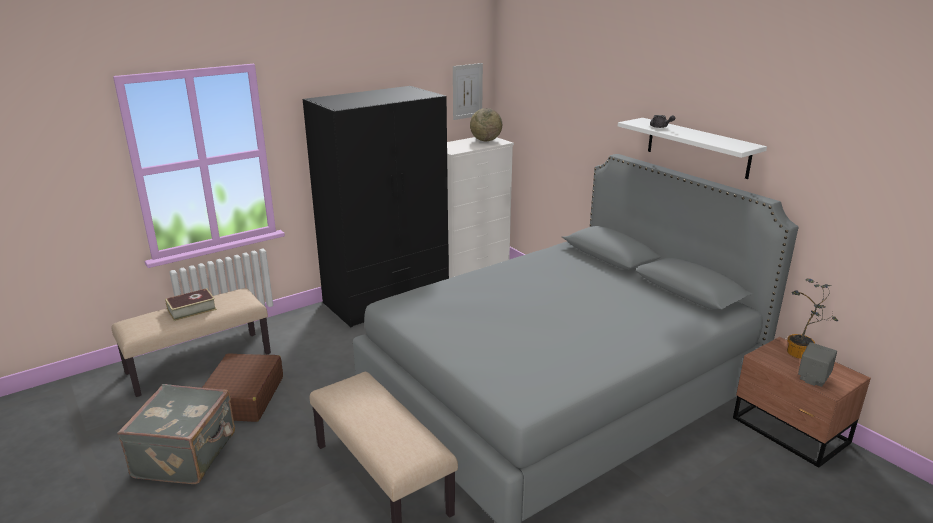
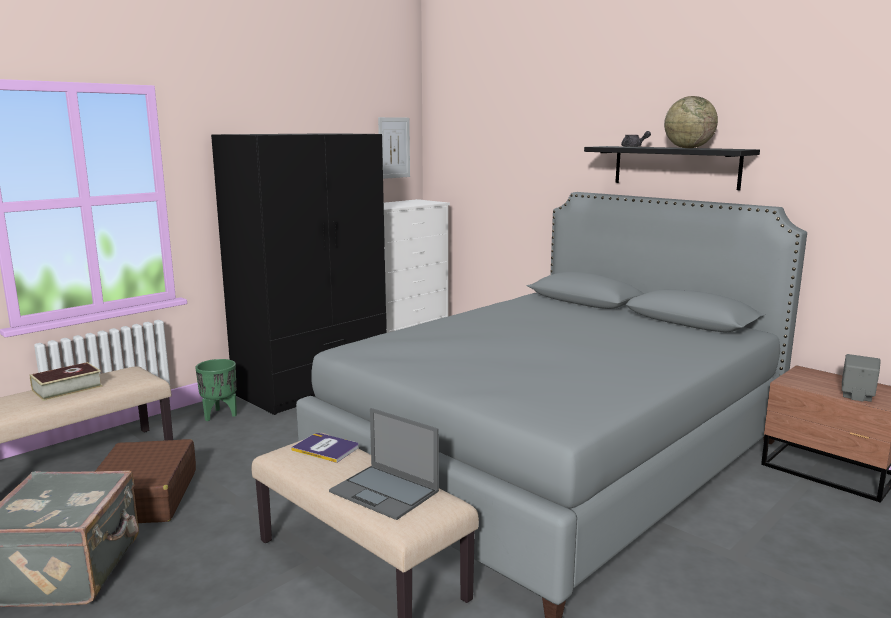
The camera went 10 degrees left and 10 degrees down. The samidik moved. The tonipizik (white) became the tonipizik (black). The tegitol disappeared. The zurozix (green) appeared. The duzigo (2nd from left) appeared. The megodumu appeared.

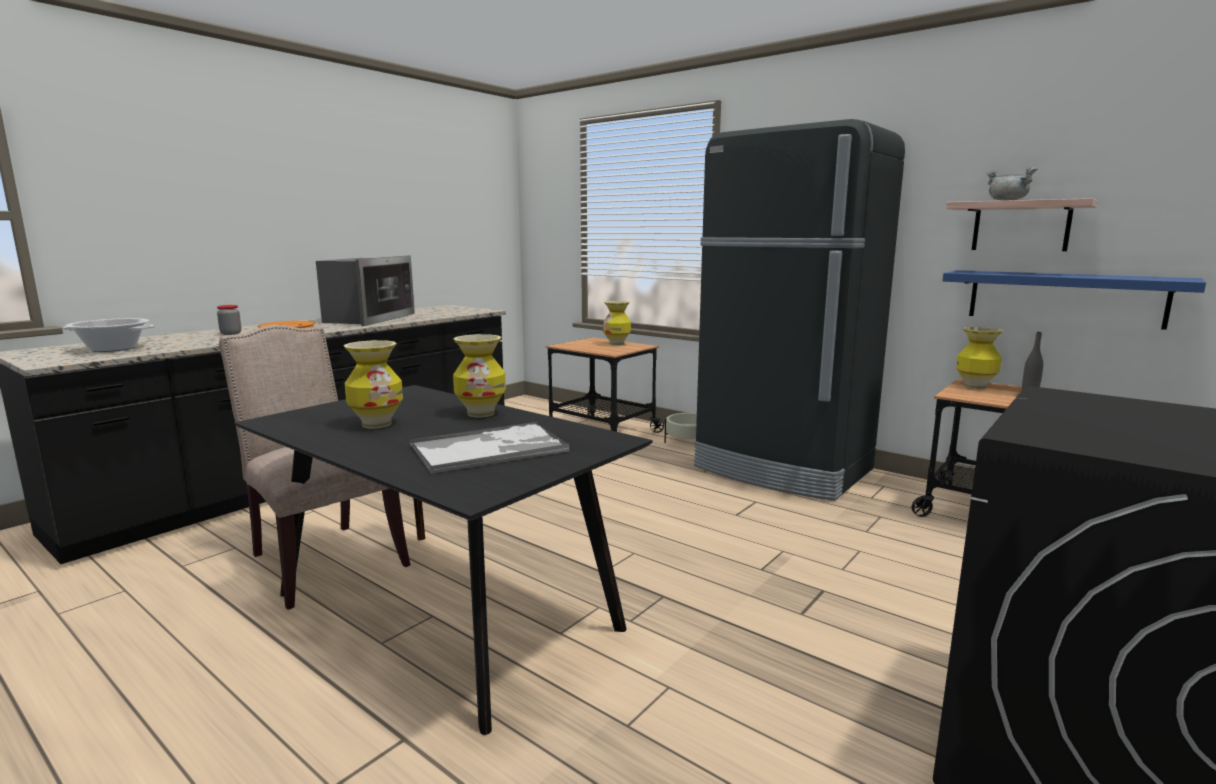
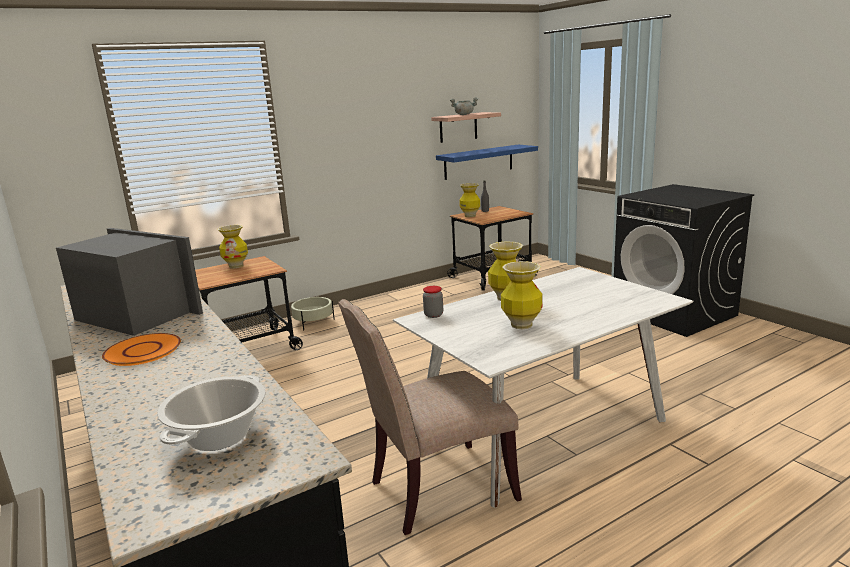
The camera went 70 degrees left and 5 degrees up. The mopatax moved. The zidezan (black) became the zidezan (white). The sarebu disappeared. The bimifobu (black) disappeared.

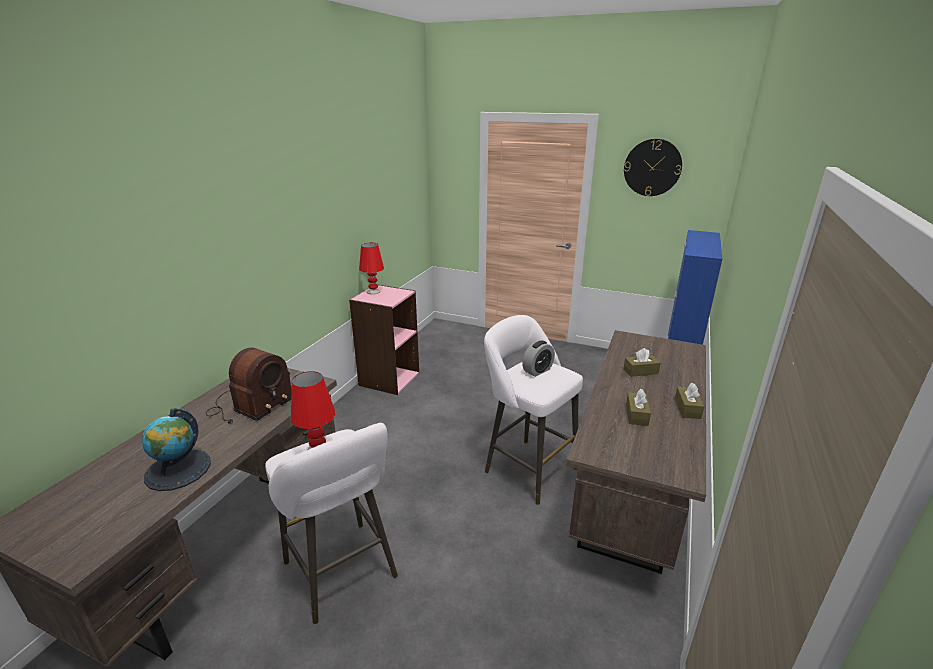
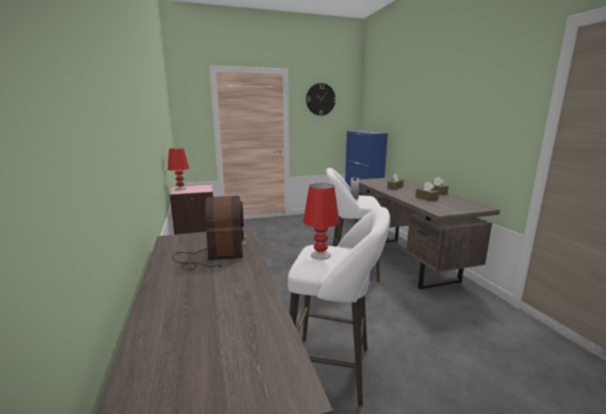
The camera went 40 degrees left and 10 degrees down. The samidik disappeared.

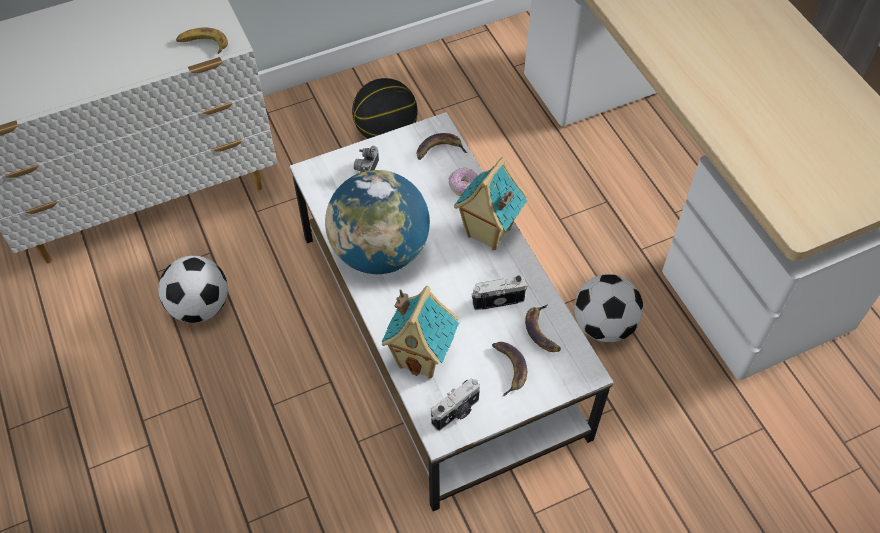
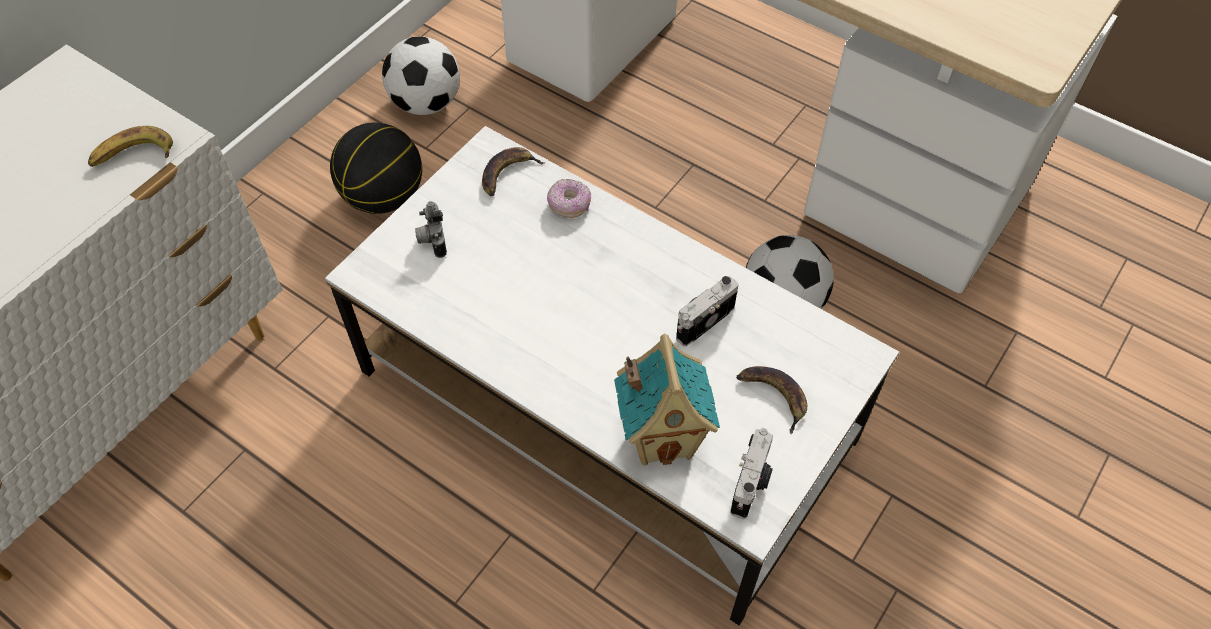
The camera went 30 degrees left and 0 degrees up. The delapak (1st from left) moved. The samidik disappeared. The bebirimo (2nd from left) disappeared. The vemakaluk (4th from left) disappeared.

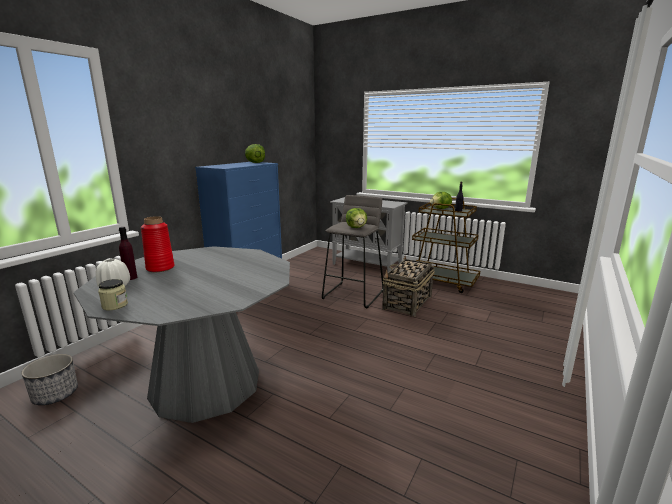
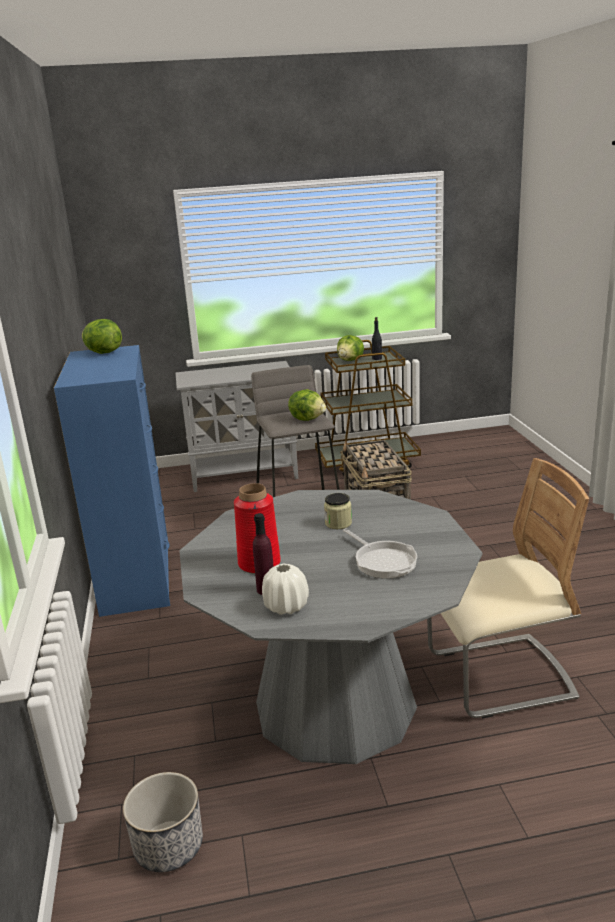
The camera went 40 degrees left and 5 degrees up. The mopatax moved. The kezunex appeared. The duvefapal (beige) appeared.

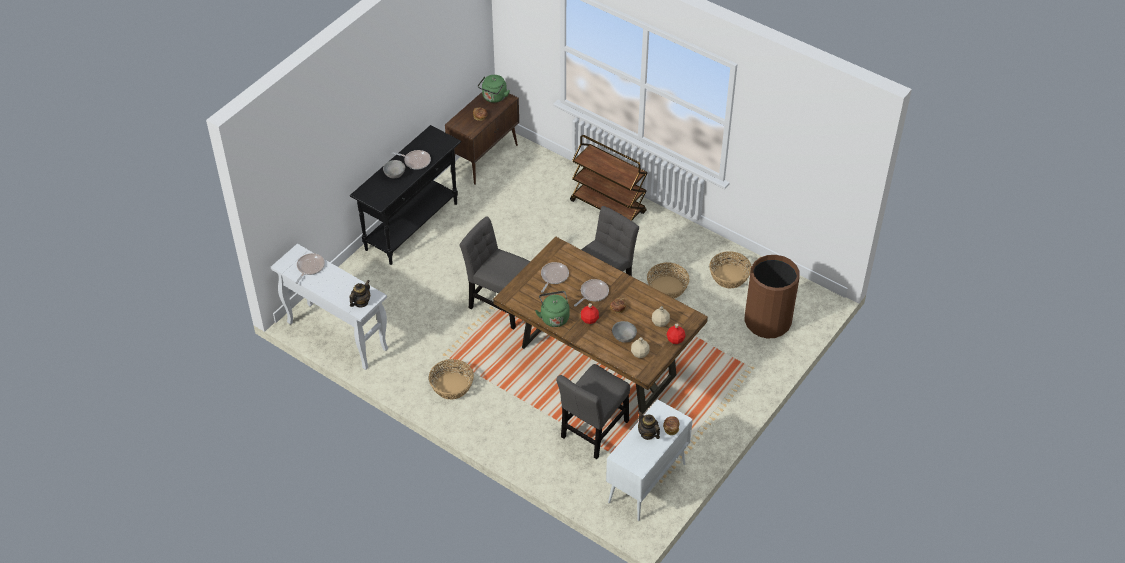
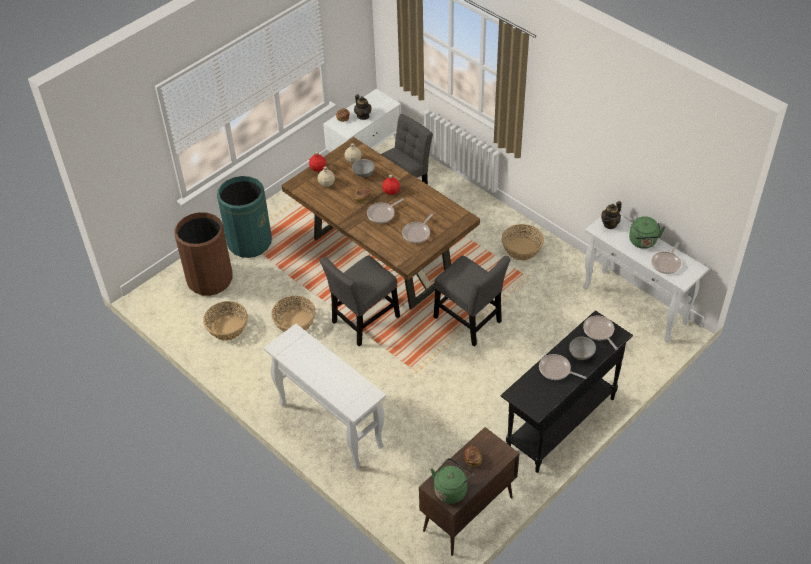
The camera went 170 degrees left and 0 degrees up. The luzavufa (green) (2nd from left) moved. The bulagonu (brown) was replaced by the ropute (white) (1st from left). The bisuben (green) appeared. The kezunex (4th from left) appeared.

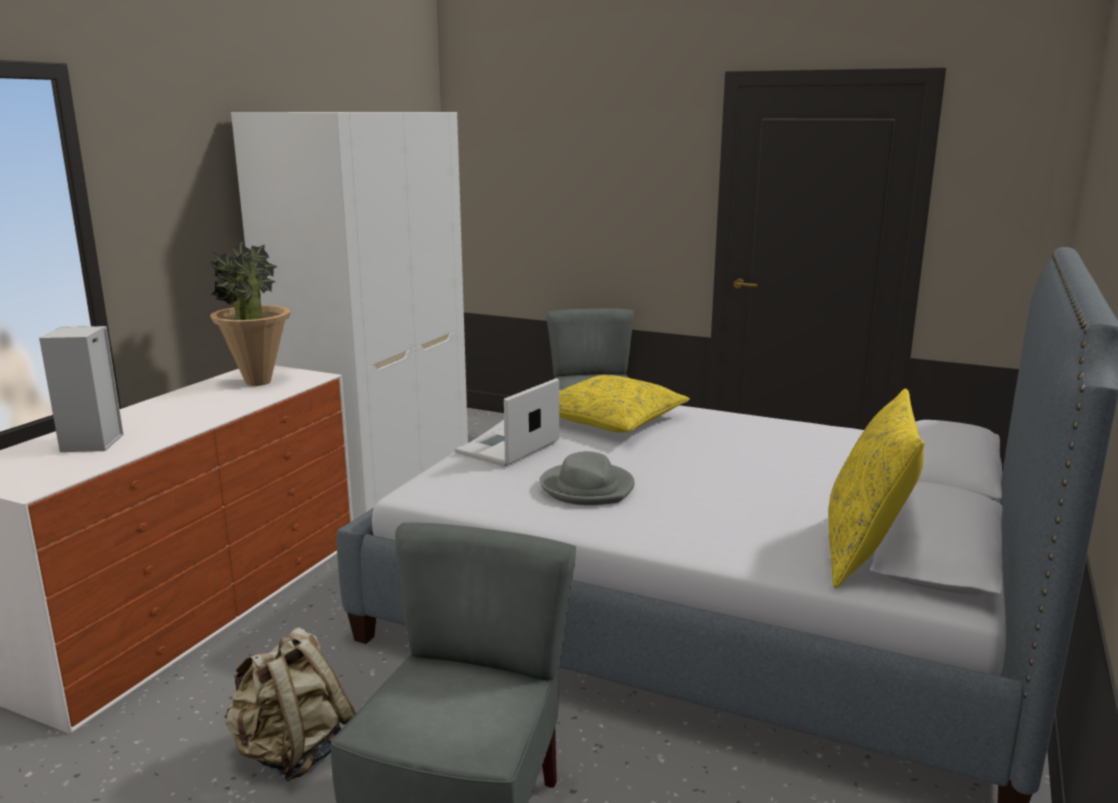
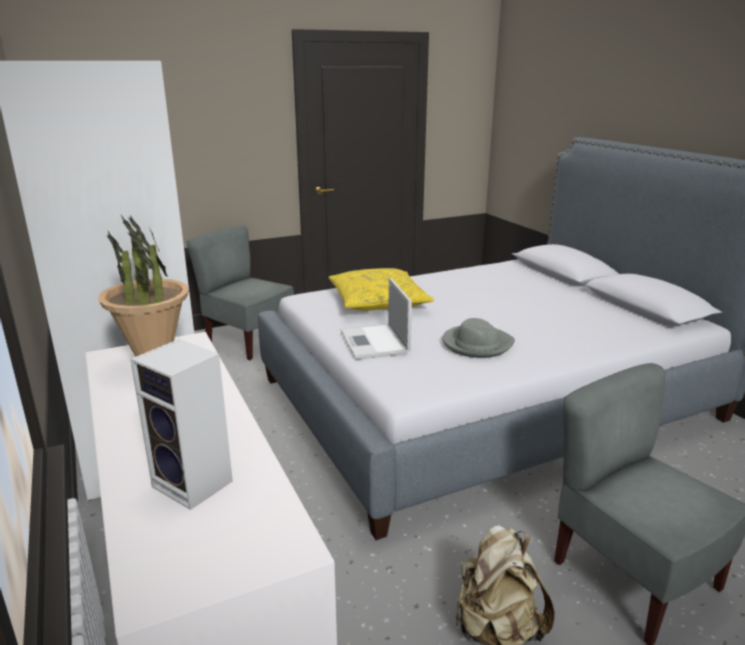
The camera went 50 degrees left and 5 degrees up. The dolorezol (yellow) (2nd from left) disappeared.

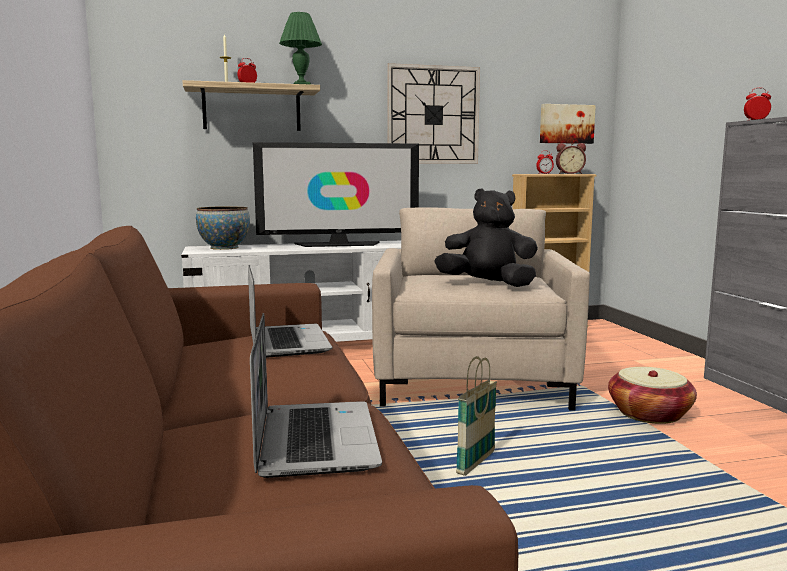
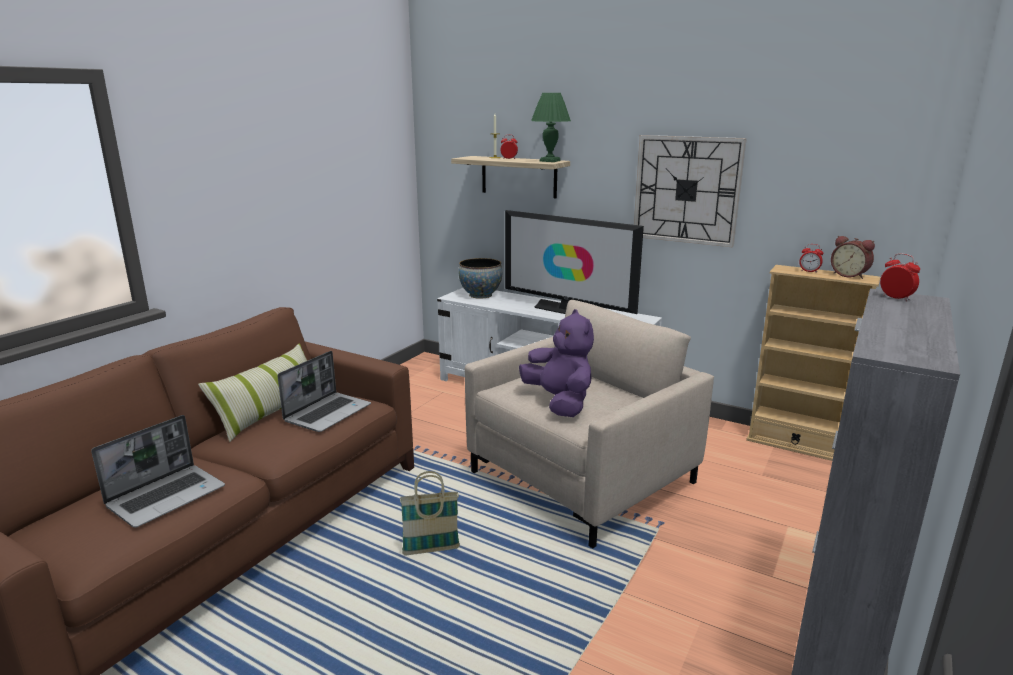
The camera went 45 degrees right and 10 degrees up. The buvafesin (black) became the buvafesin (purple). The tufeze disappeared. The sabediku (2nd from left) disappeared. The dolorezol appeared.

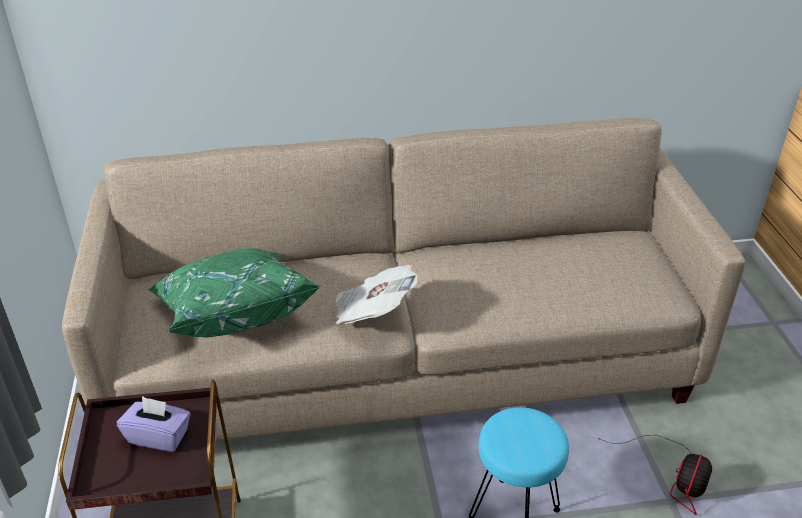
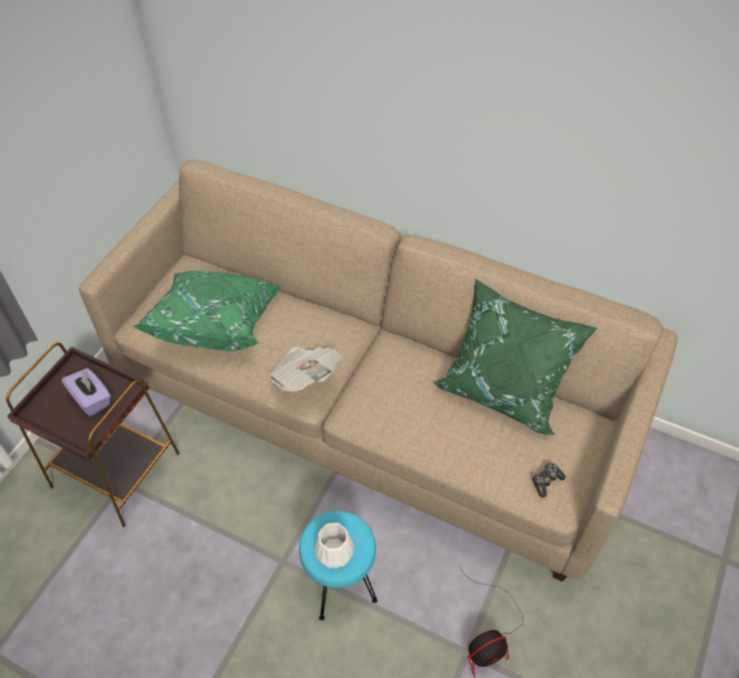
The camera went 35 degrees right and 15 degrees up. The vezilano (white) appeared. The dolorezol (green) (2nd from left) appeared. The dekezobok appeared.

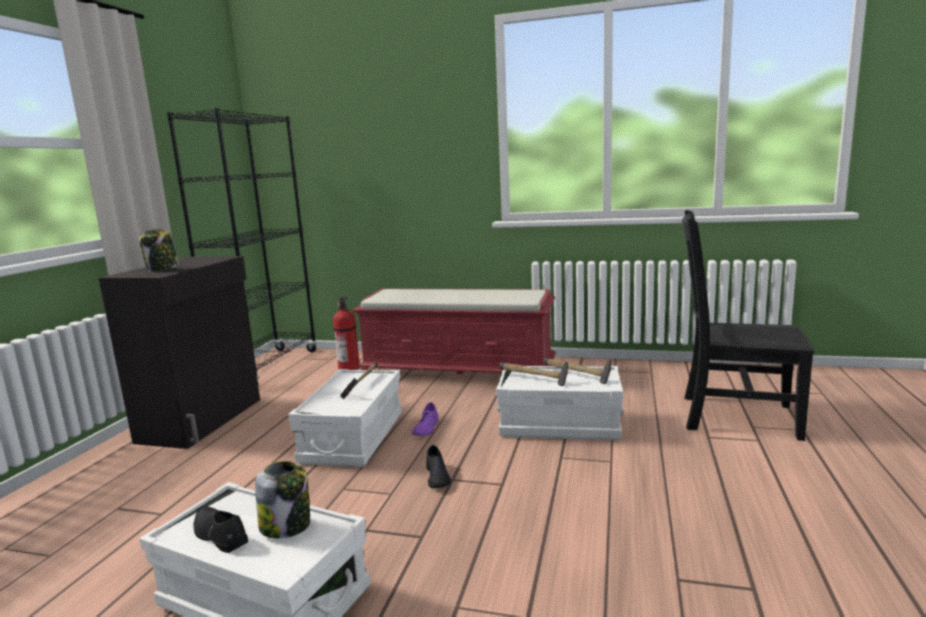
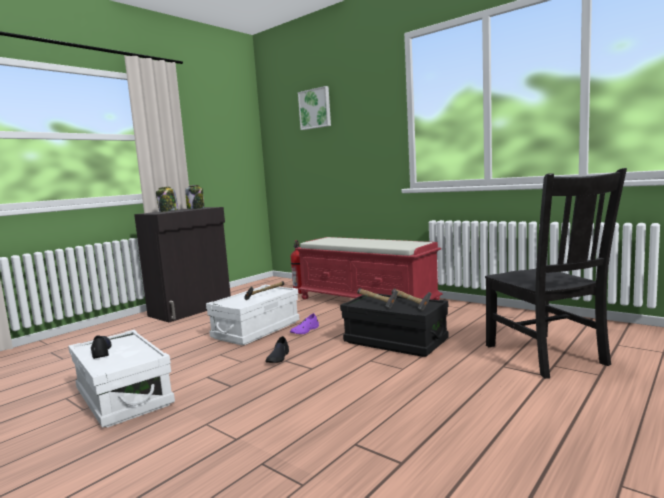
The camera went 25 degrees right and 5 degrees down. The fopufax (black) disappeared. The mopatax (2nd from left) moved. The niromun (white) (3rd from left) became the niromun (black). The duvefapal (black) turned 150 degrees counterclockwise. The tufeze appeared.

